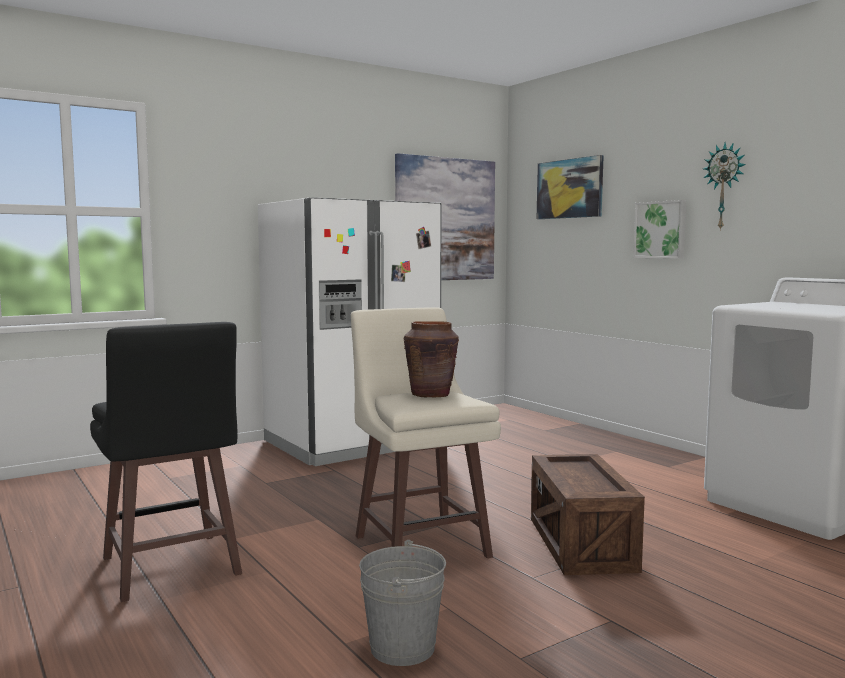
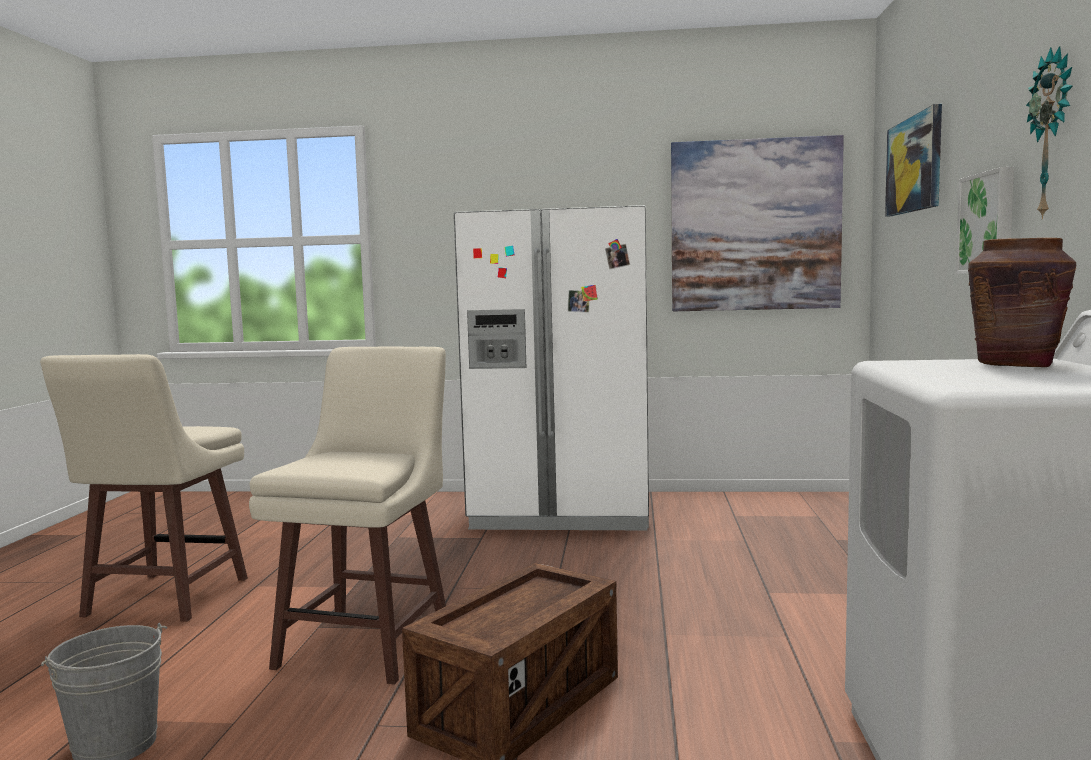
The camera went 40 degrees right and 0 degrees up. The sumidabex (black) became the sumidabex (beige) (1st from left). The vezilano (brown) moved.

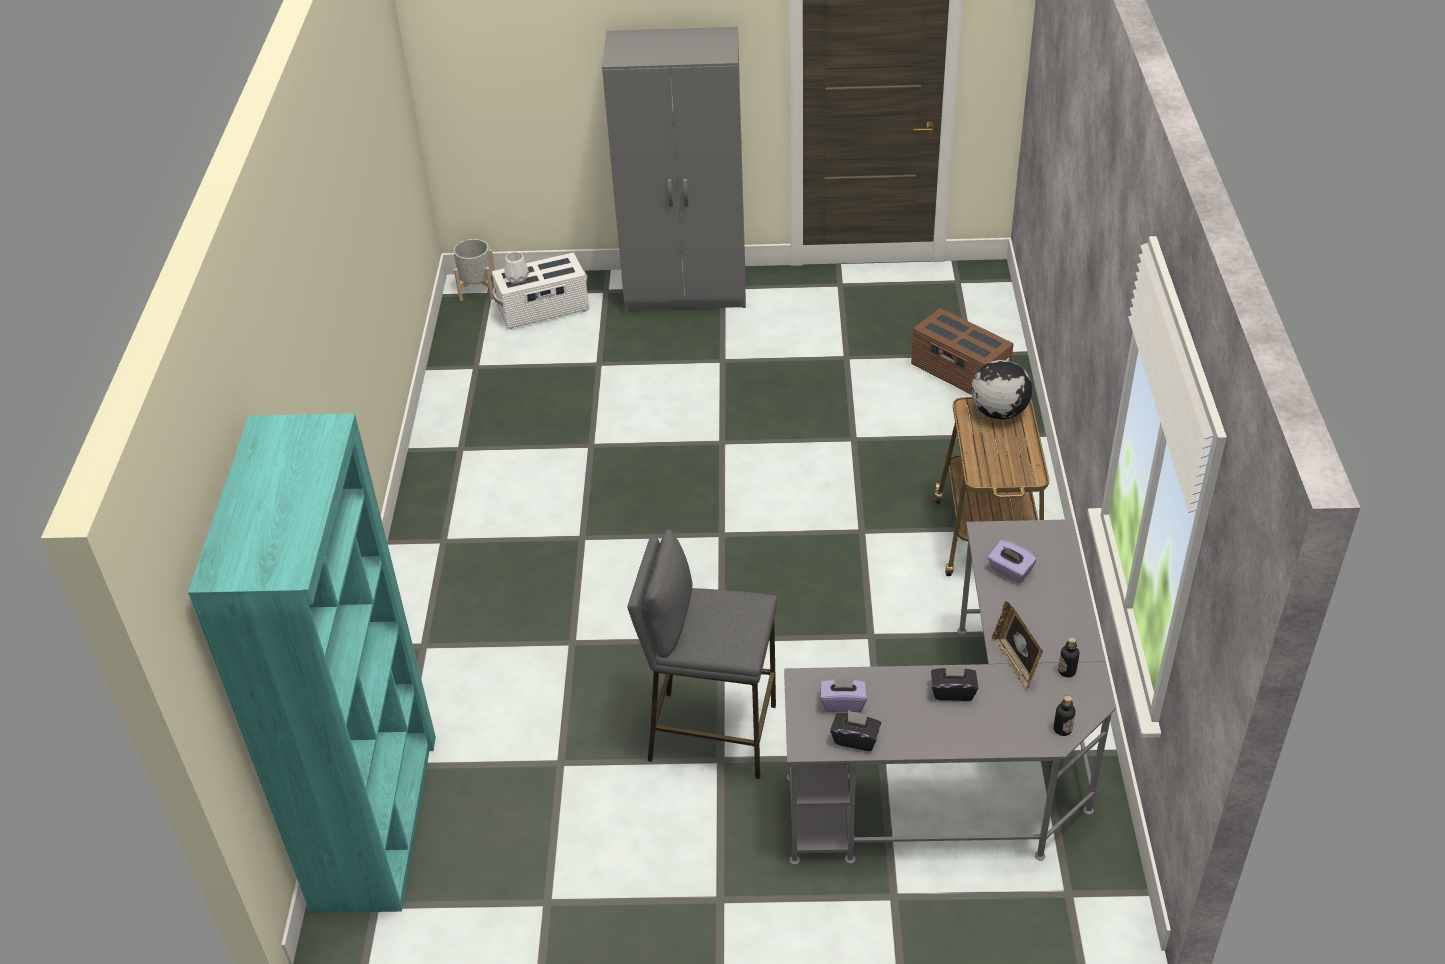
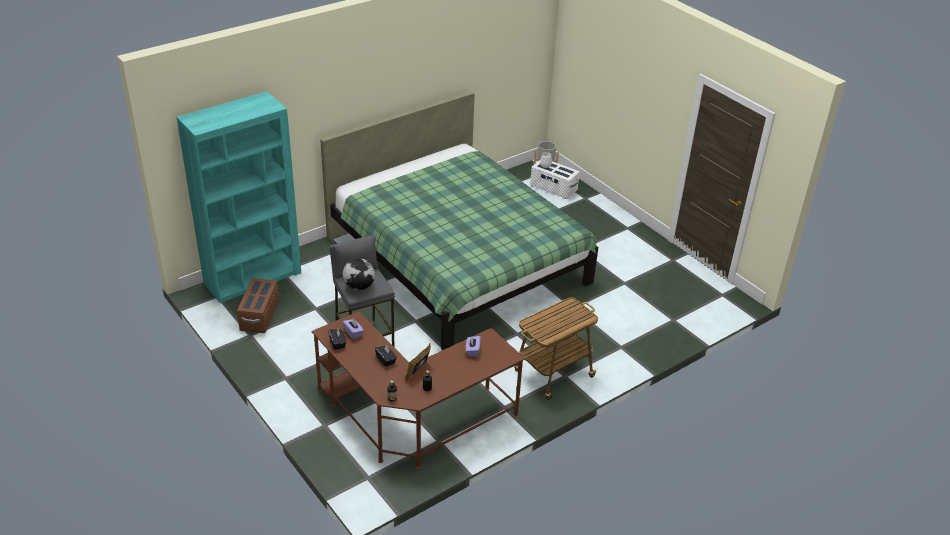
The camera went 50 degrees right and 5 degrees down. The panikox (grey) disappeared. The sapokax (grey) became the sapokax (brown). The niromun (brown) moved. The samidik moved. The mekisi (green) appeared.

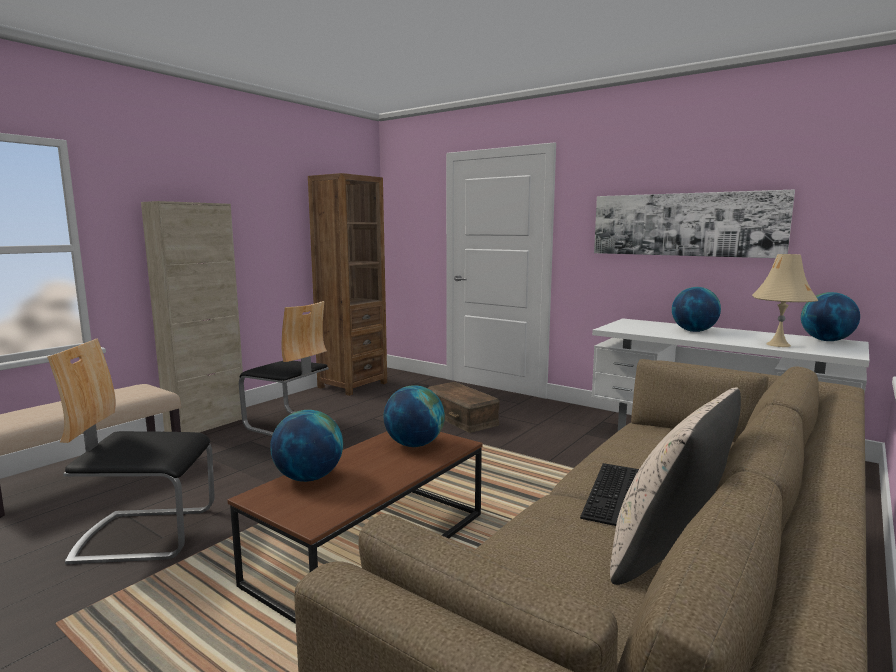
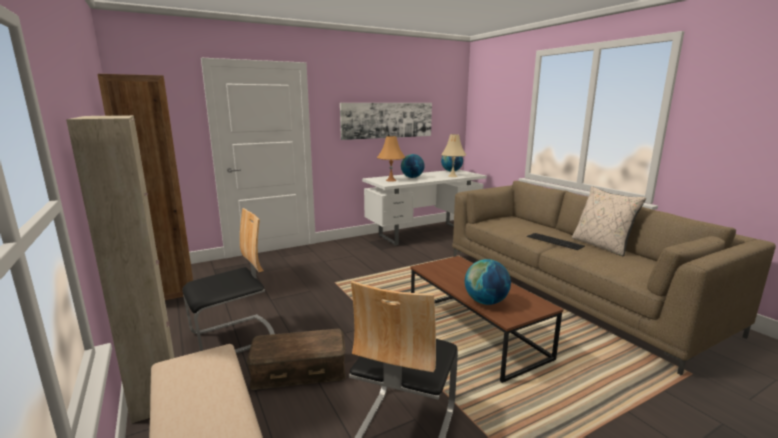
The camera went 65 degrees left and 5 degrees up. The samidik (2nd from left) disappeared. The niromun (brown) moved. The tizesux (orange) appeared.

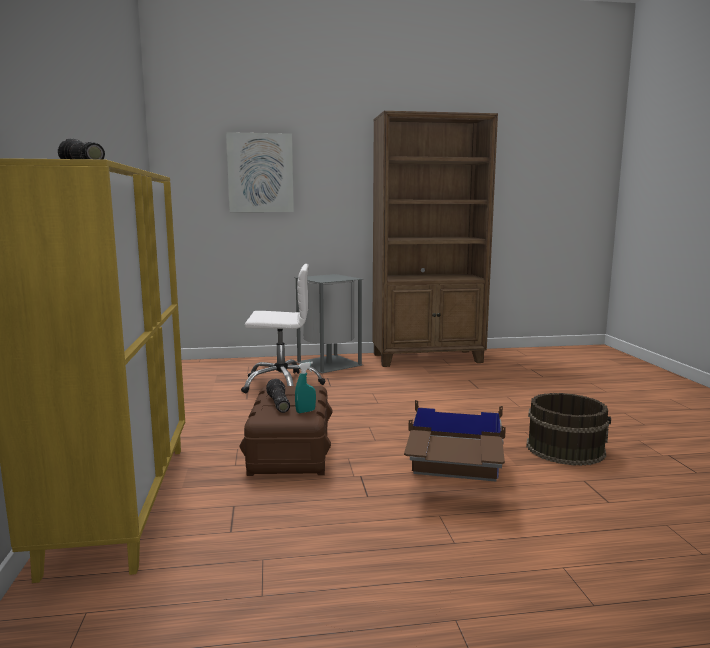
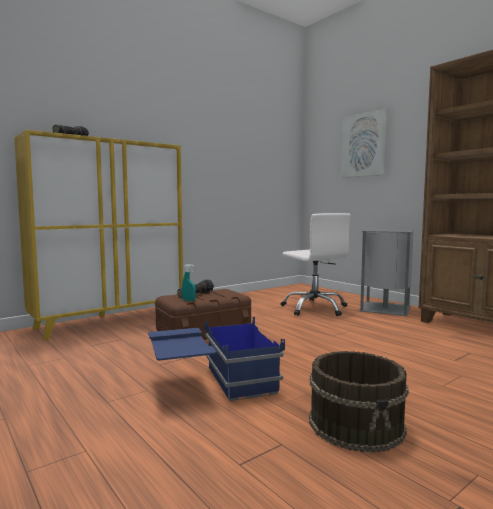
The camera went 60 degrees right and 5 degrees down. The niromun (brown) (2nd from left) became the niromun (blue).

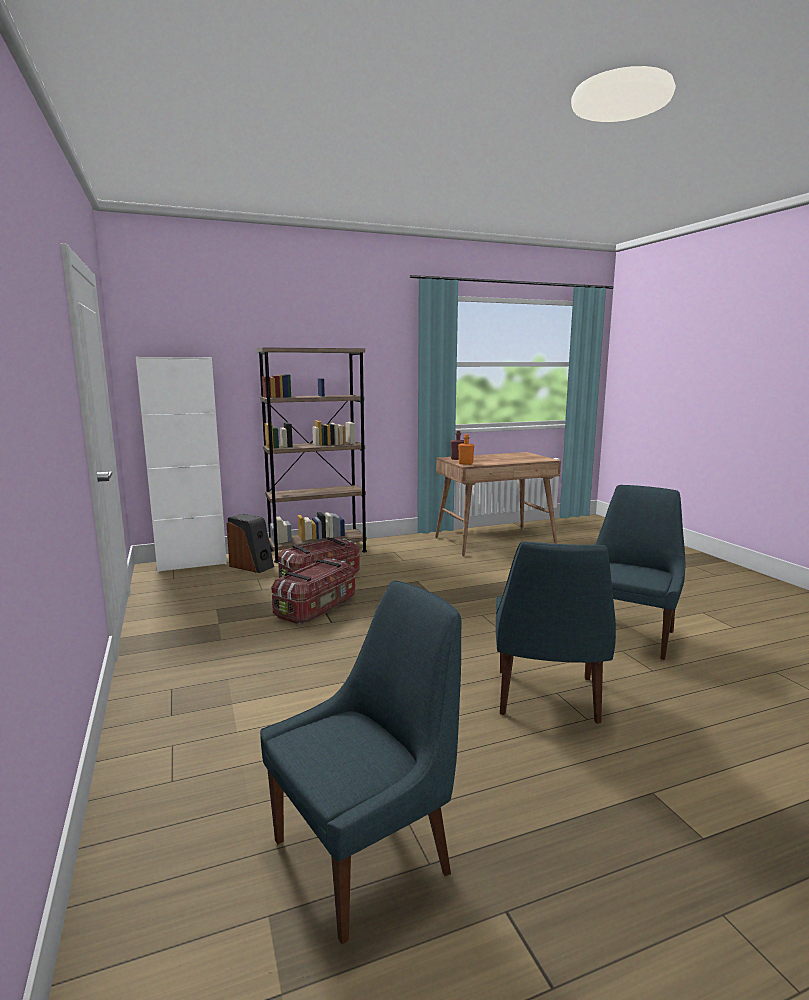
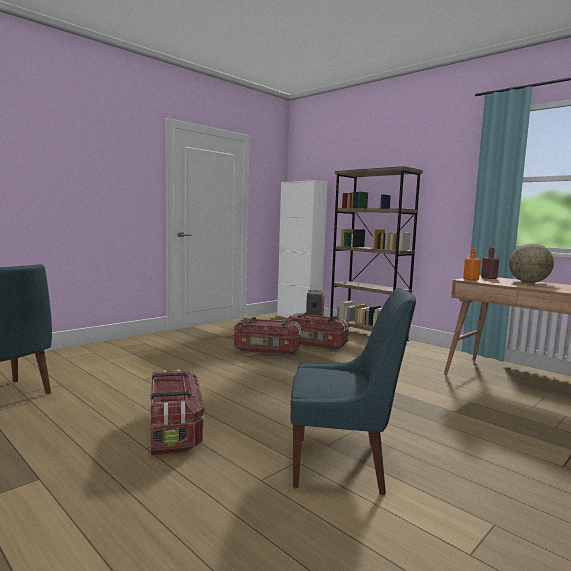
The camera went 65 degrees right and 5 degrees down. The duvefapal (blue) (2nd from left) was replaced by the niromun (1st from left). The samidik appeared.

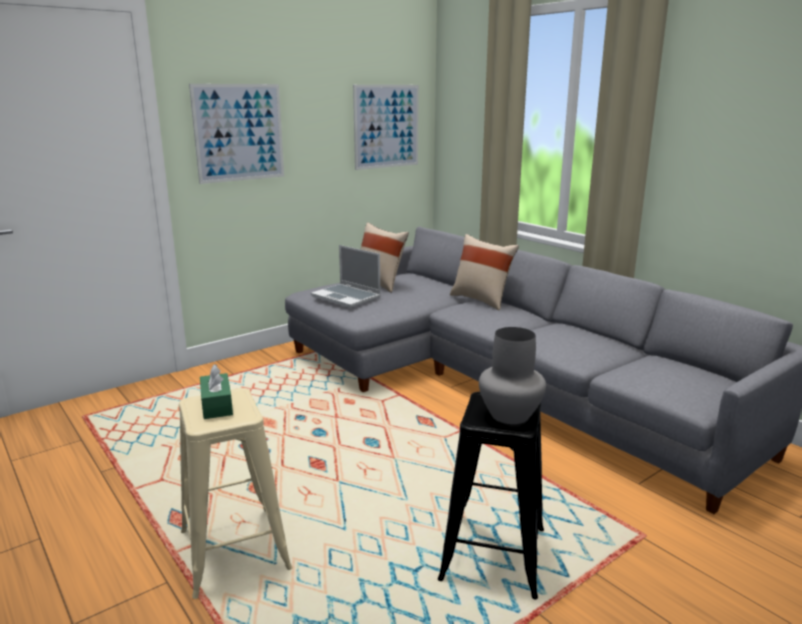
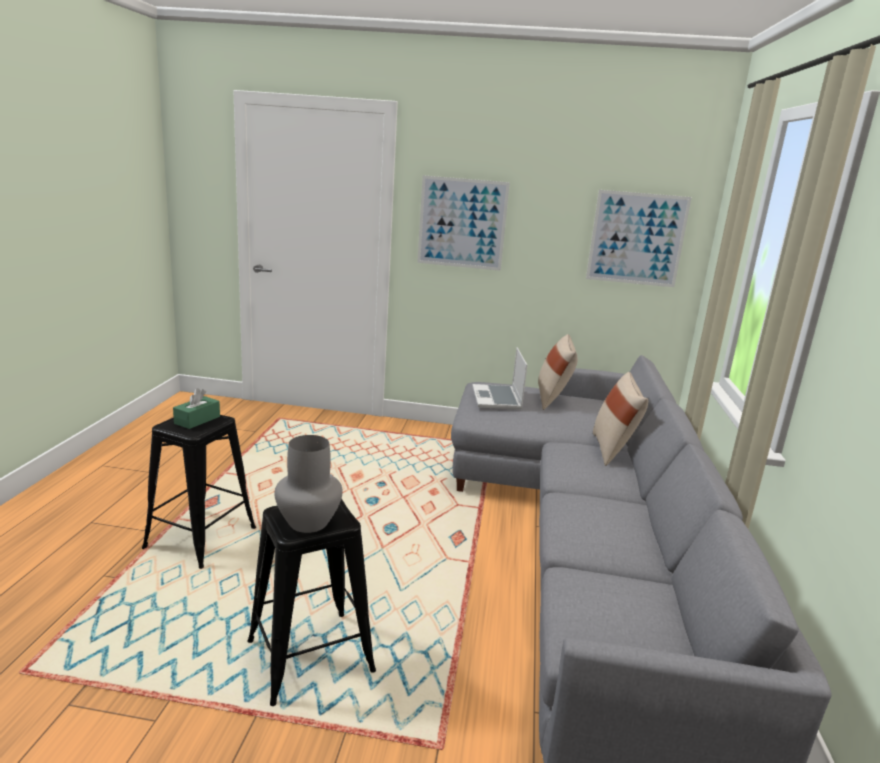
The camera went 45 degrees right and 0 degrees up. The sumidabex (beige) became the sumidabex (black) (1st from left).

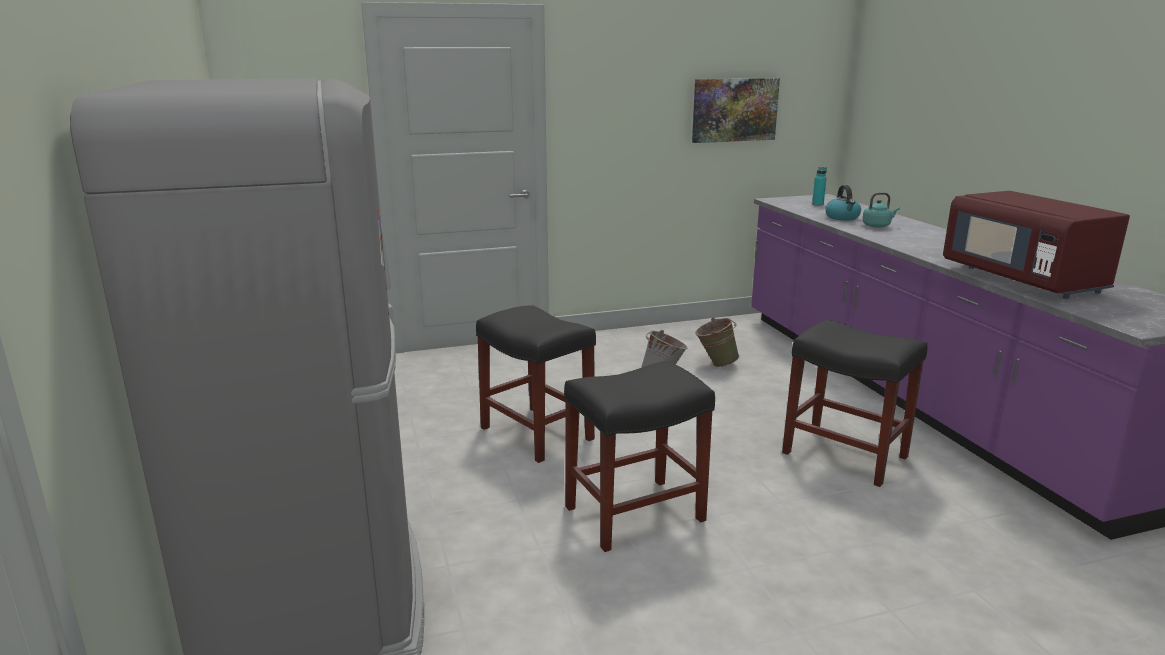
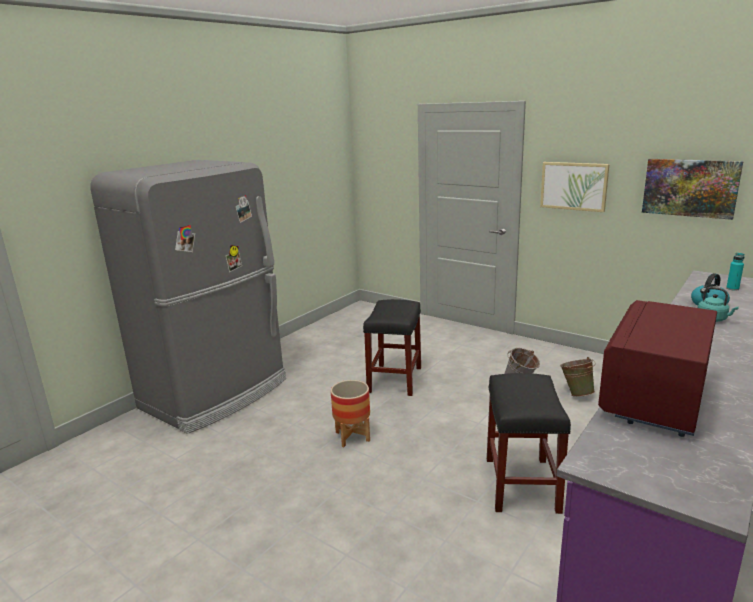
The camera went 55 degrees right and 0 degrees up. The sumidabex (black) (2nd from left) was replaced by the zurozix. The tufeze (1st from left) appeared.

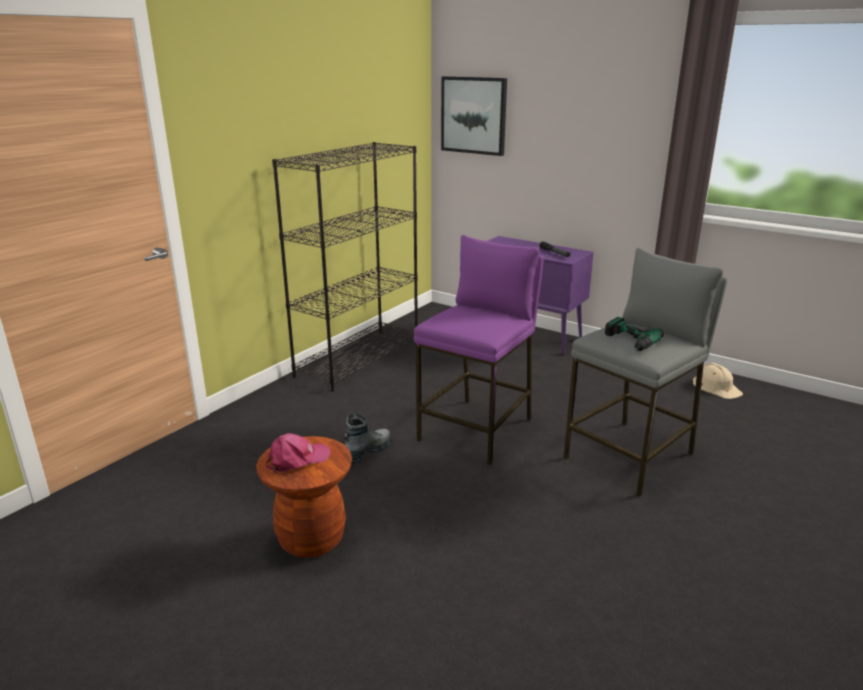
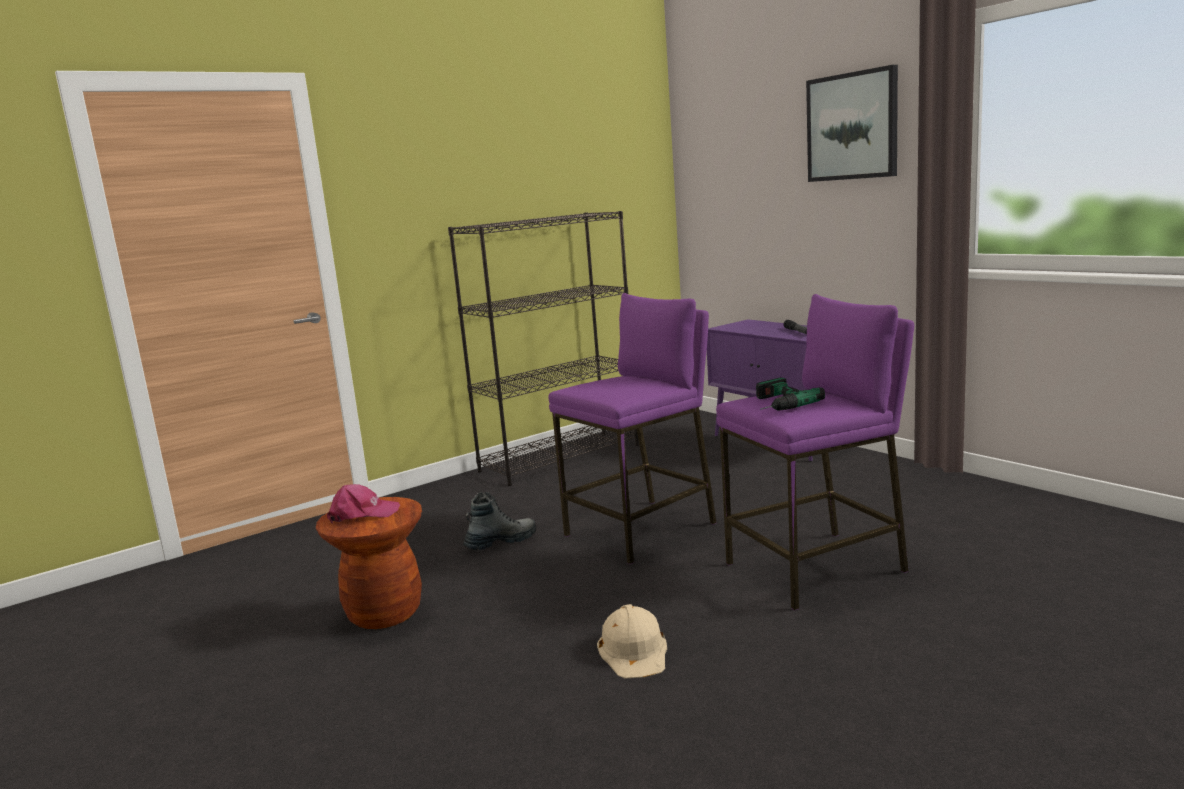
The camera went 20 degrees right and 10 degrees down. The tufeze moved. The sumidabex (grey) became the sumidabex (purple) (2nd from left). The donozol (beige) moved.

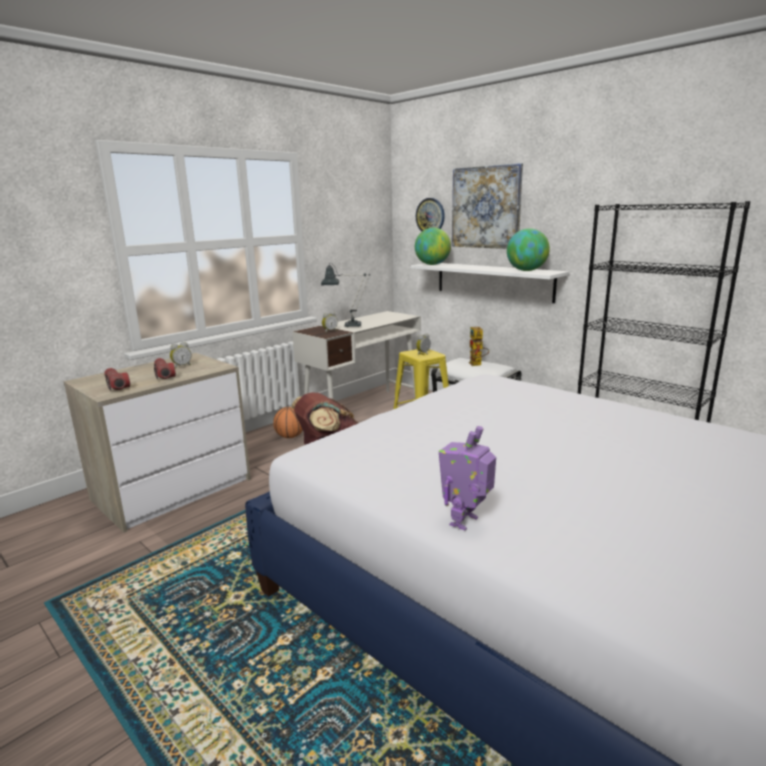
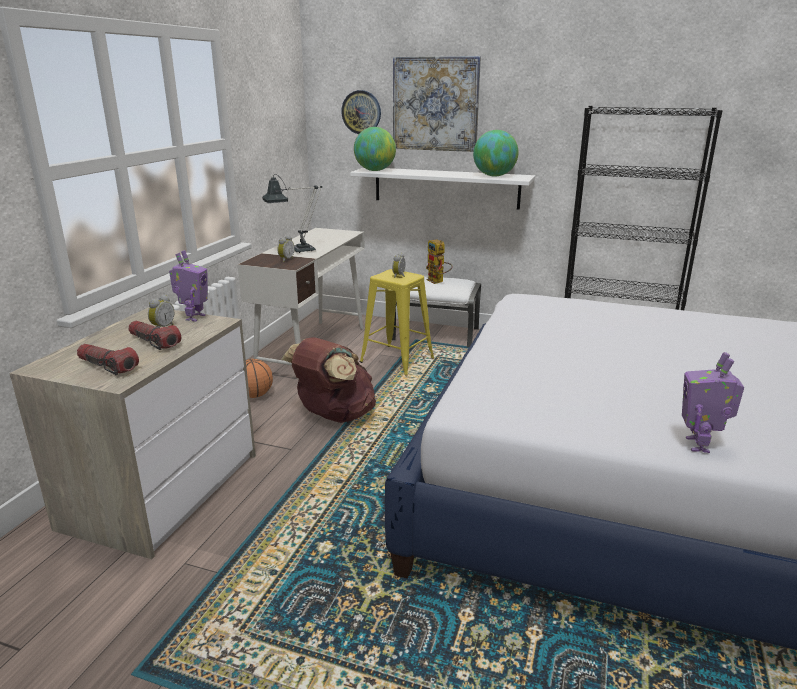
The camera went 25 degrees left and 5 degrees up. The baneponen (1st from left) appeared.

